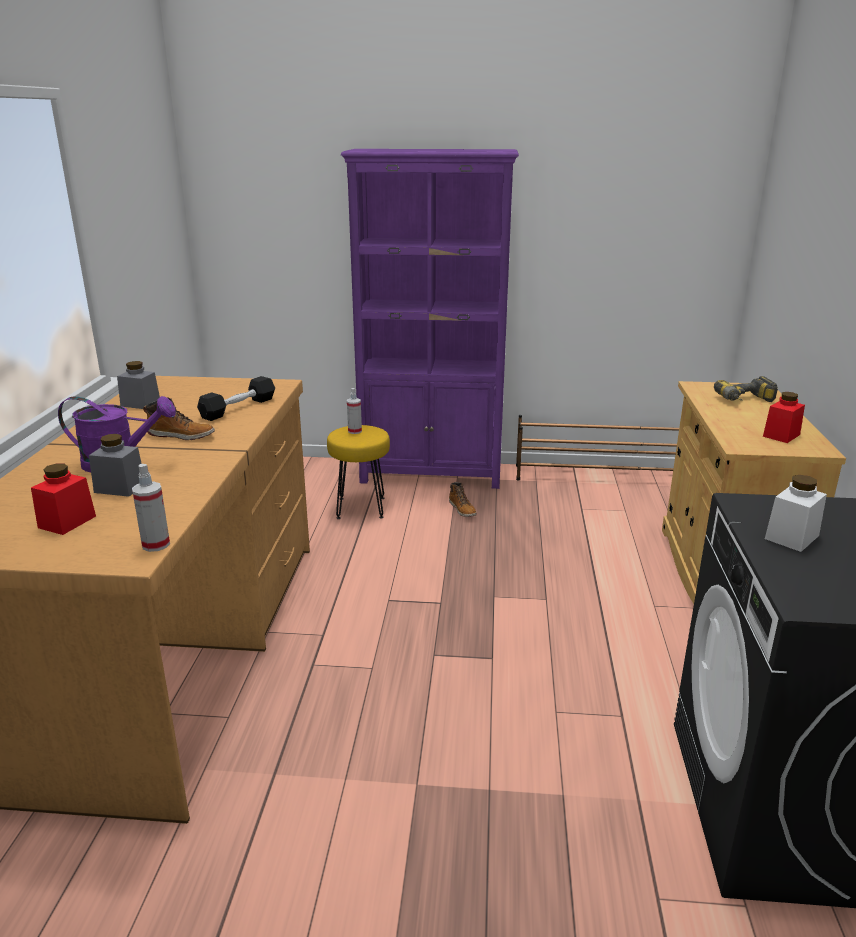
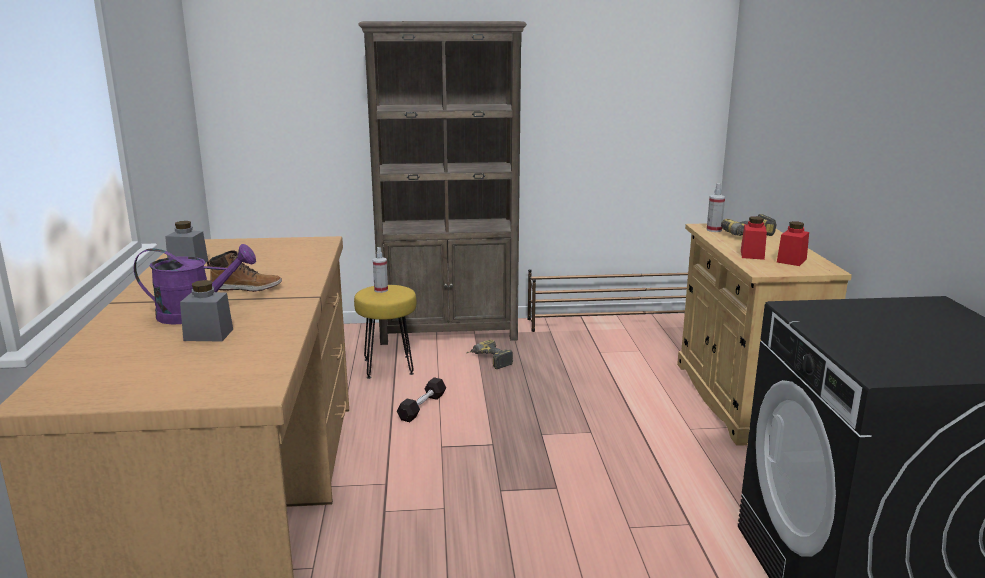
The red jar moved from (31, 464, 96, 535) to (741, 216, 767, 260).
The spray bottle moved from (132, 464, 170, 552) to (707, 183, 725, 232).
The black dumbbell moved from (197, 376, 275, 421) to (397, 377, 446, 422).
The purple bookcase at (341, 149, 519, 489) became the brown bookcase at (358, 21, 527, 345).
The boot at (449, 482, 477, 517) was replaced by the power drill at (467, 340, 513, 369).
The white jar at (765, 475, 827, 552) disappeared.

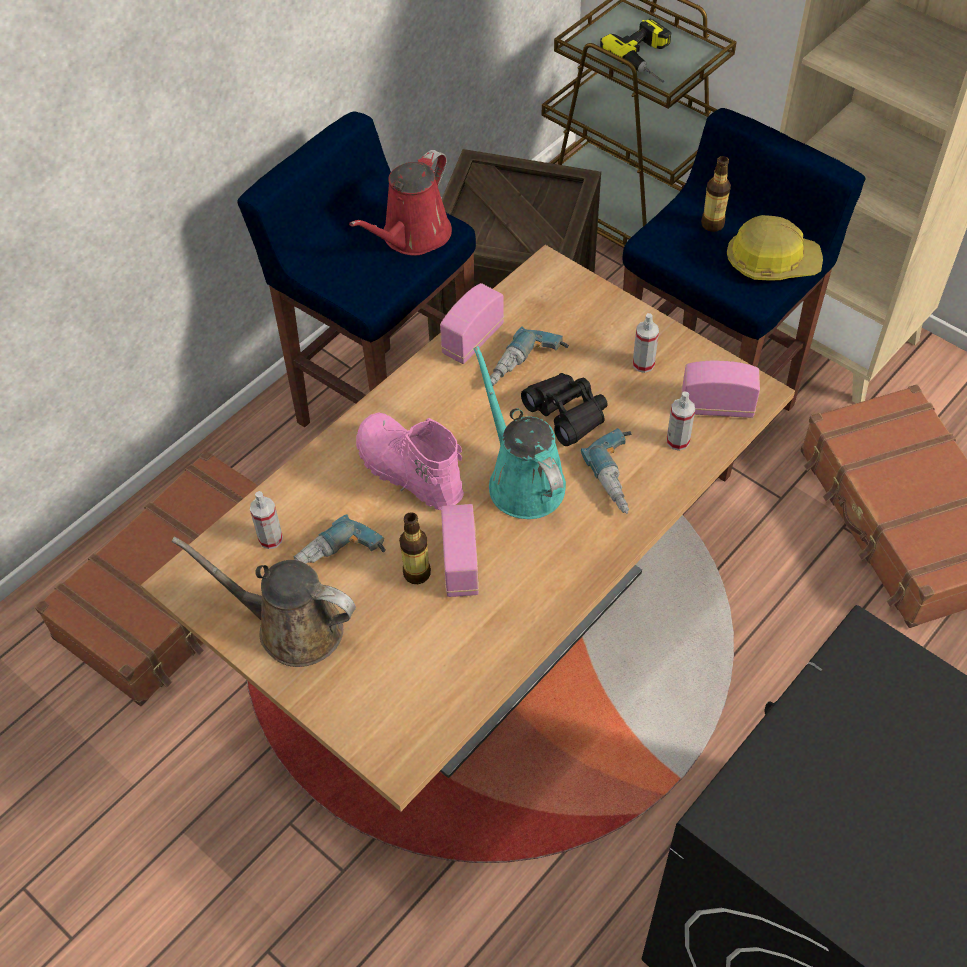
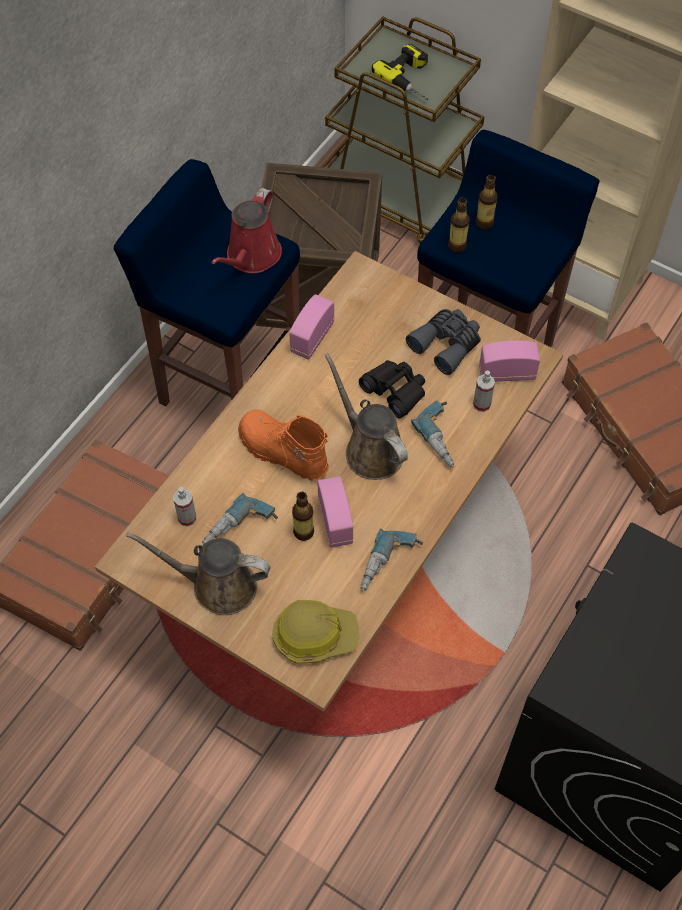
The pink boot at (356, 412, 464, 510) became the orange boot at (238, 409, 329, 481).
The turquoise watering can at (473, 346, 566, 519) became the brown watering can at (325, 353, 408, 480).
The power drill moved from (490, 327, 569, 386) to (361, 528, 423, 591).
The spray bottle at (633, 313, 659, 373) was replaced by the grey binoculars at (406, 309, 481, 375).
The hard hat moved from (727, 215, 823, 281) to (272, 600, 360, 664).
The bottle at (448, 198, 470, 253) appeared.

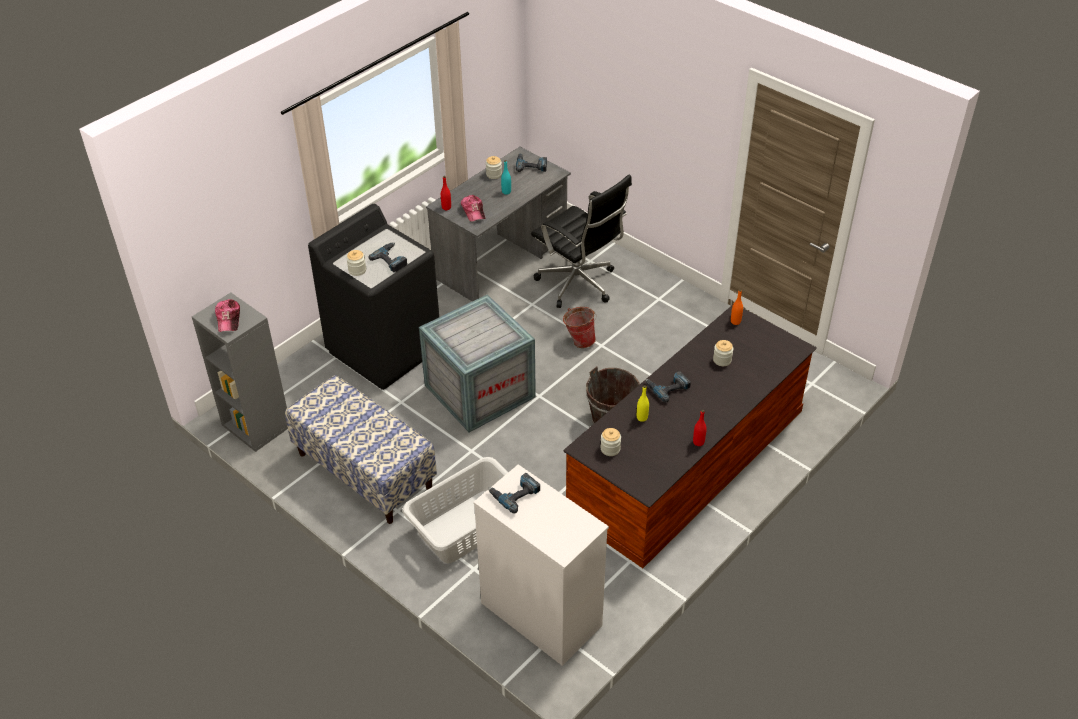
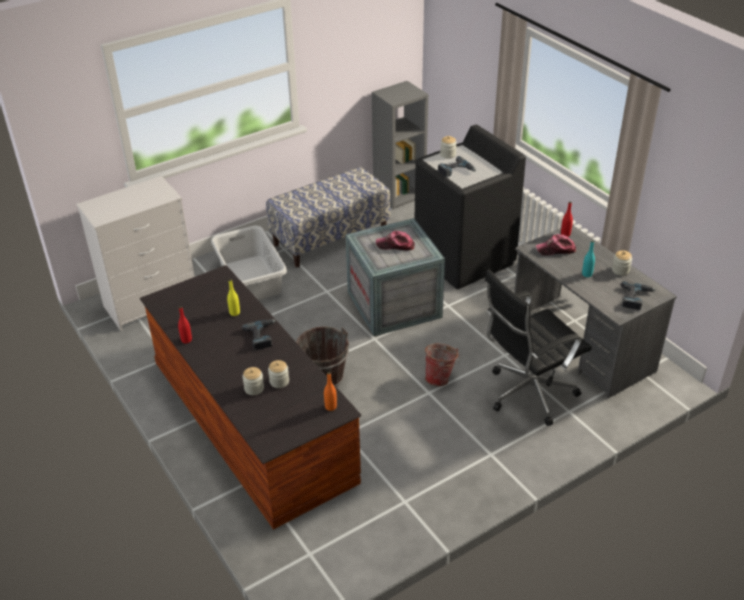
The cap moved from (215, 299, 240, 332) to (376, 231, 415, 251).
The power drill at (488, 473, 540, 513) disappeared.
The jar moved from (600, 428, 621, 456) to (242, 367, 264, 395).

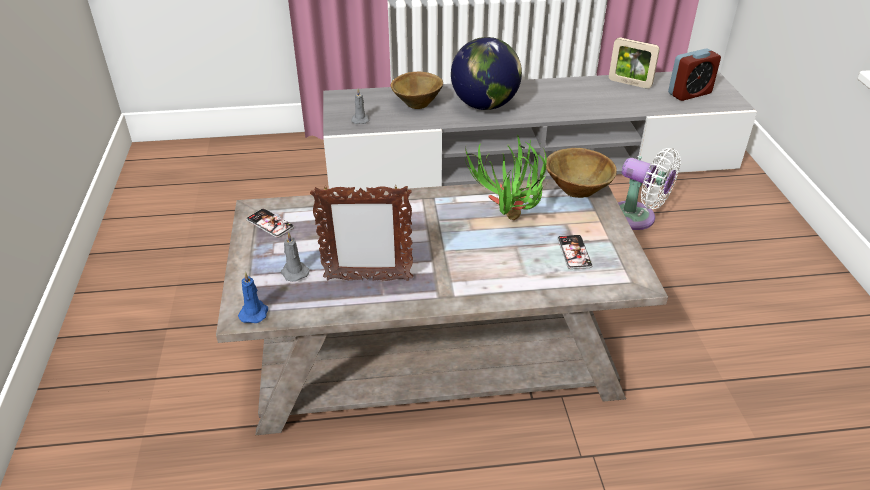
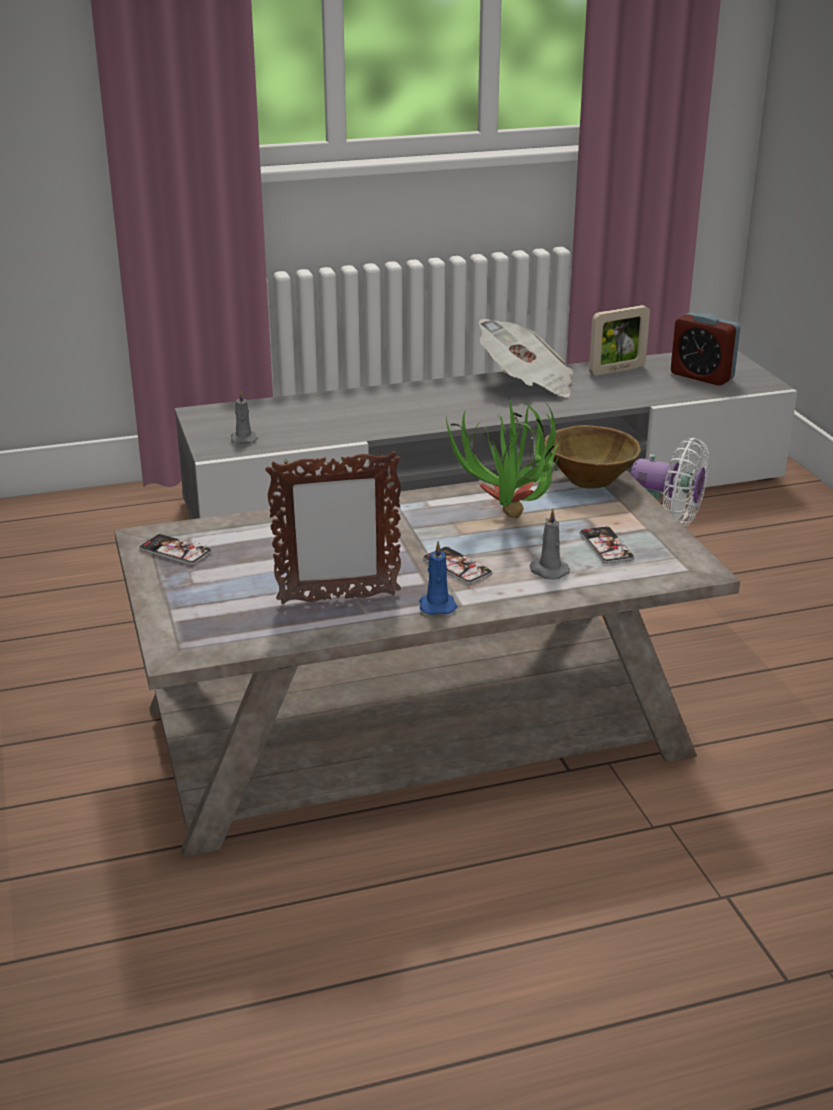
The blue candle moved from (238, 272, 268, 323) to (419, 541, 457, 615).
The grey candle moved from (281, 231, 310, 282) to (529, 508, 570, 580).
The brown bowl at (391, 72, 443, 109) disappeared.
The globe at (451, 37, 522, 110) disappeared.
The picture frame at (609, 37, 660, 89) turned 45 degrees counterclockwise.
The alarm clock at (668, 48, 721, 101) turned 75 degrees clockwise.
The phone at (423, 547, 492, 585) appeared.
The newspaper at (479, 319, 573, 397) appeared.

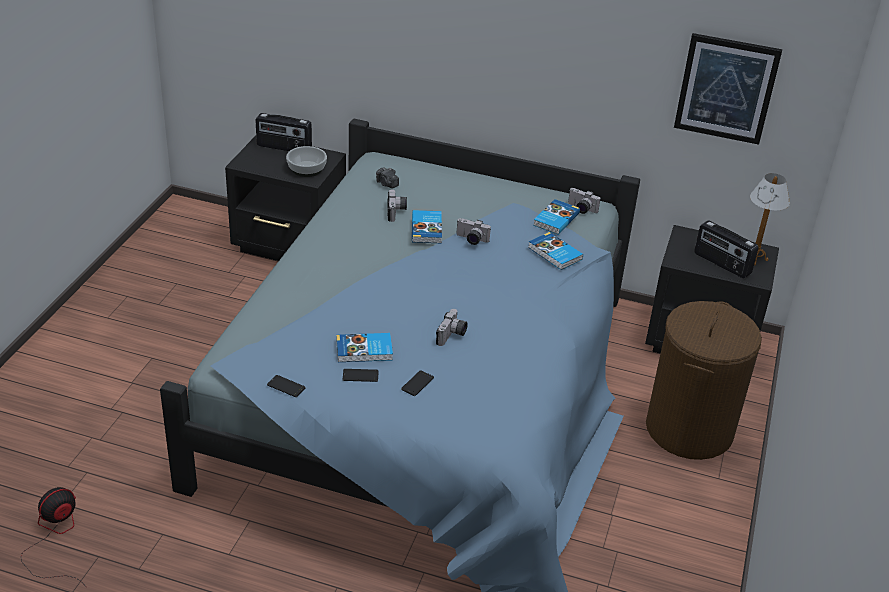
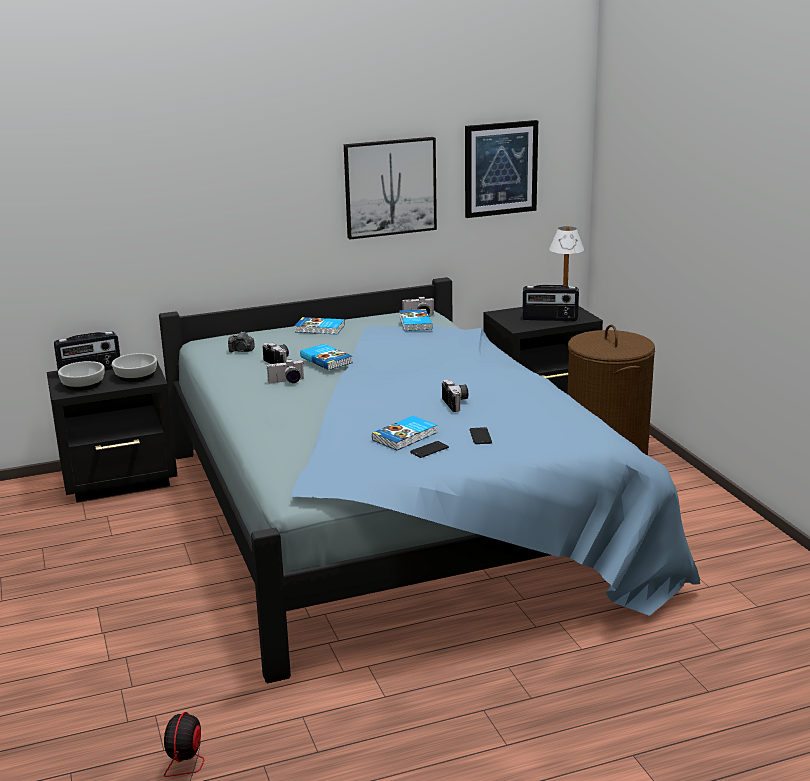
The phone at (267, 375, 305, 397) disappeared.
The photo camera moved from (456, 218, 491, 245) to (267, 359, 304, 384).
The book moved from (528, 232, 583, 270) to (295, 317, 345, 335).
The bowl at (58, 361, 105, 391) appeared.
The picture at (344, 137, 437, 239) appeared.

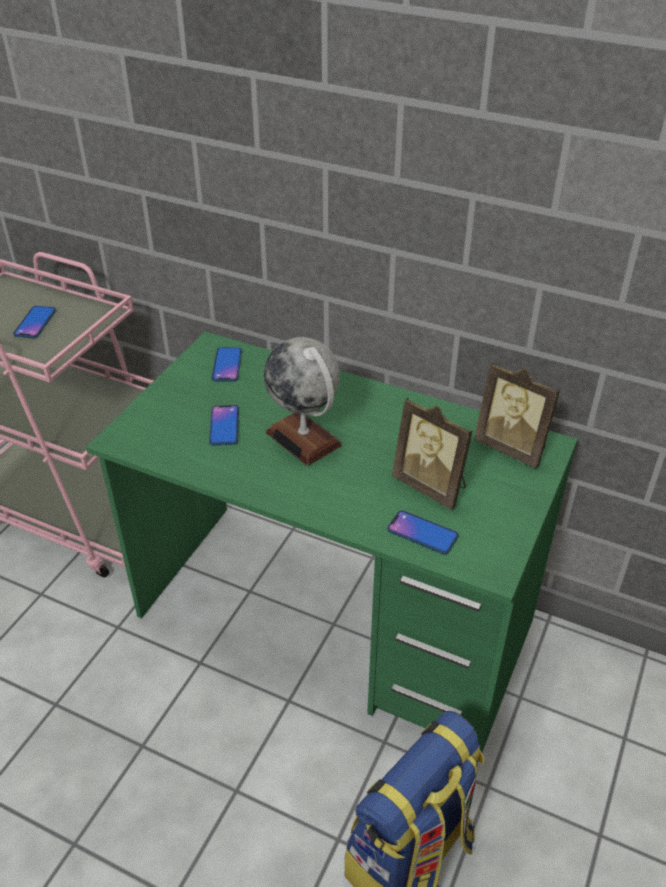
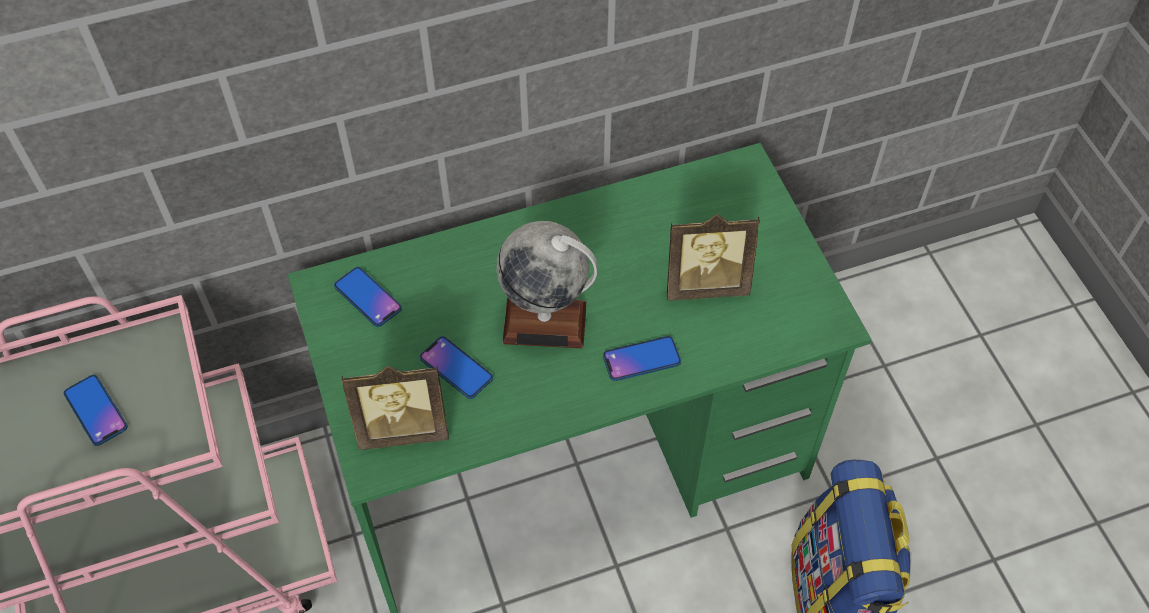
The phone moved from (387, 510, 459, 555) to (603, 336, 681, 381).
The picture frame moved from (474, 363, 560, 468) to (342, 366, 449, 450).

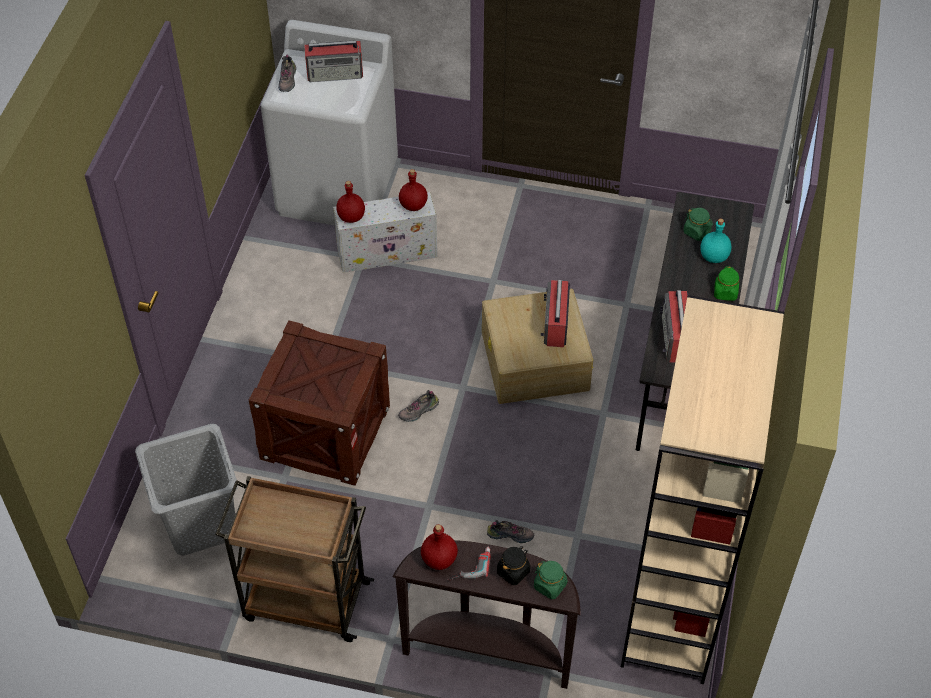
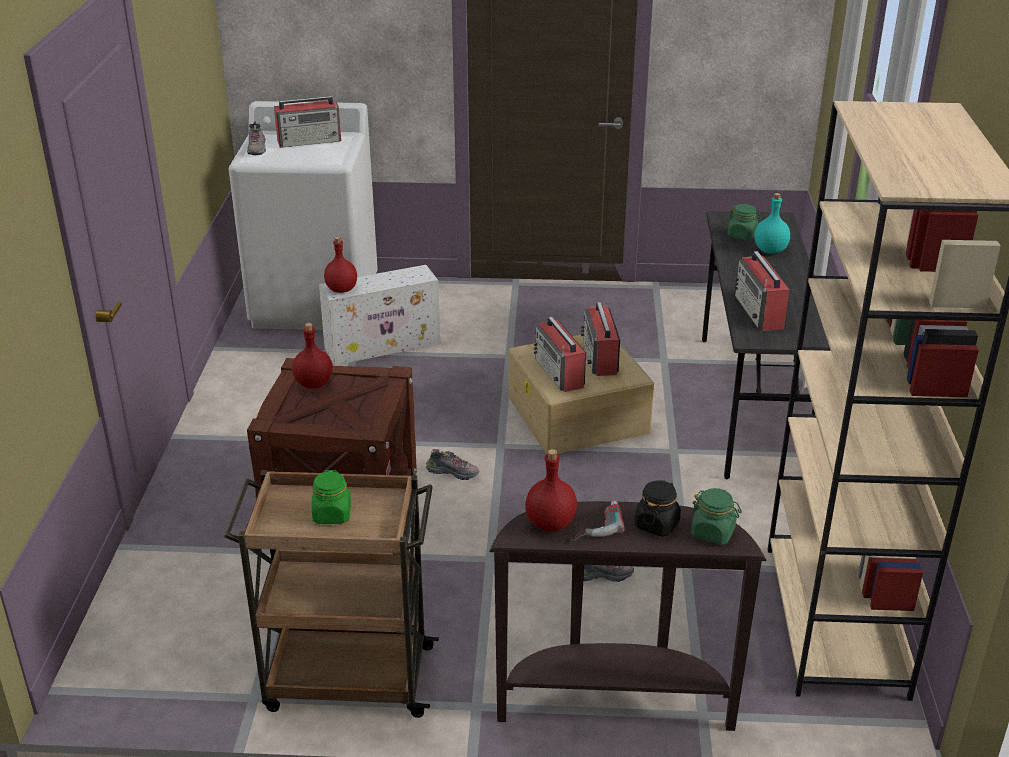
The grey laundry basket at (135, 424, 238, 556) disappeared.
The shoe at (398, 390, 439, 422) turned 120 degrees counterclockwise.
The red bottle moved from (399, 169, 428, 211) to (292, 323, 333, 389).
The green jar moved from (714, 266, 739, 301) to (312, 470, 351, 524).
The radio at (534, 317, 586, 392) appeared.

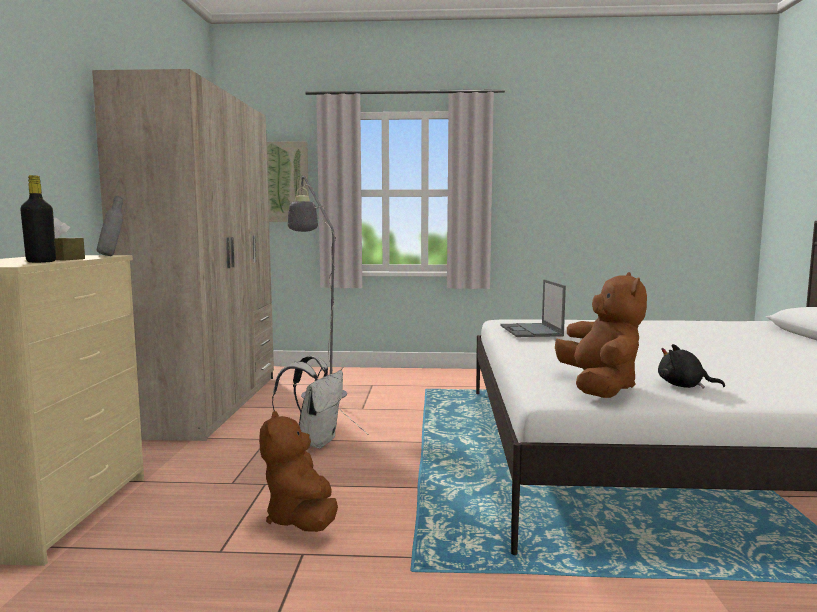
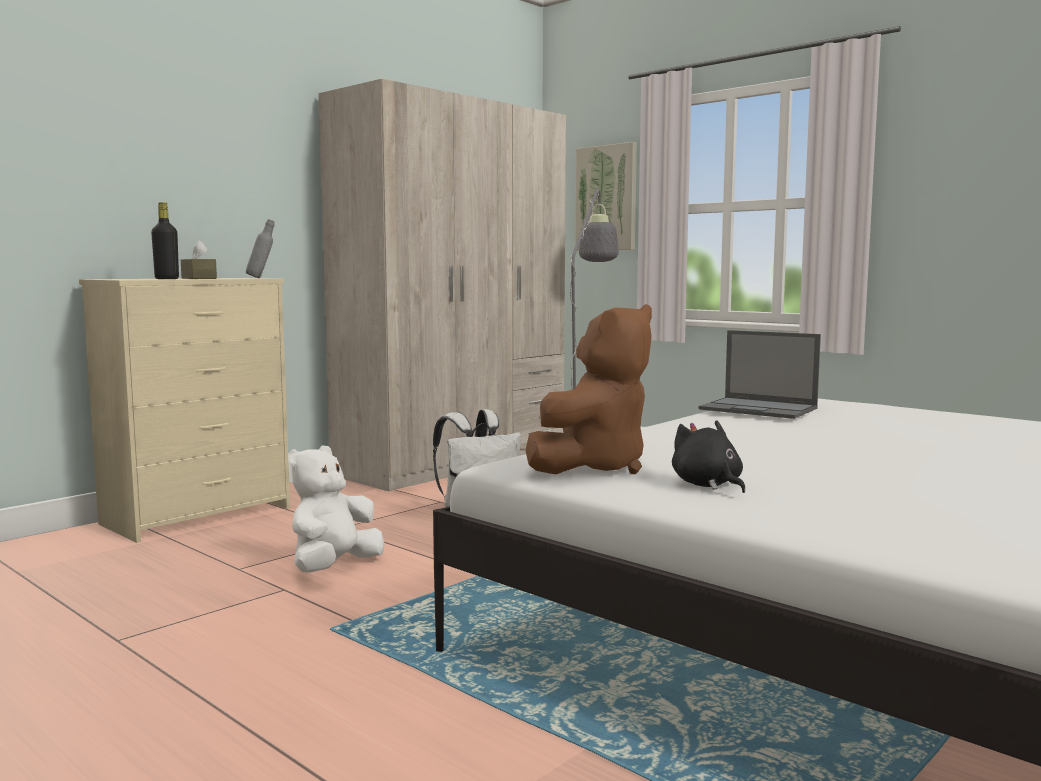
The brown plush toy at (259, 411, 338, 532) became the white plush toy at (288, 445, 385, 573).
The laptop at (500, 280, 566, 337) turned 90 degrees counterclockwise.

